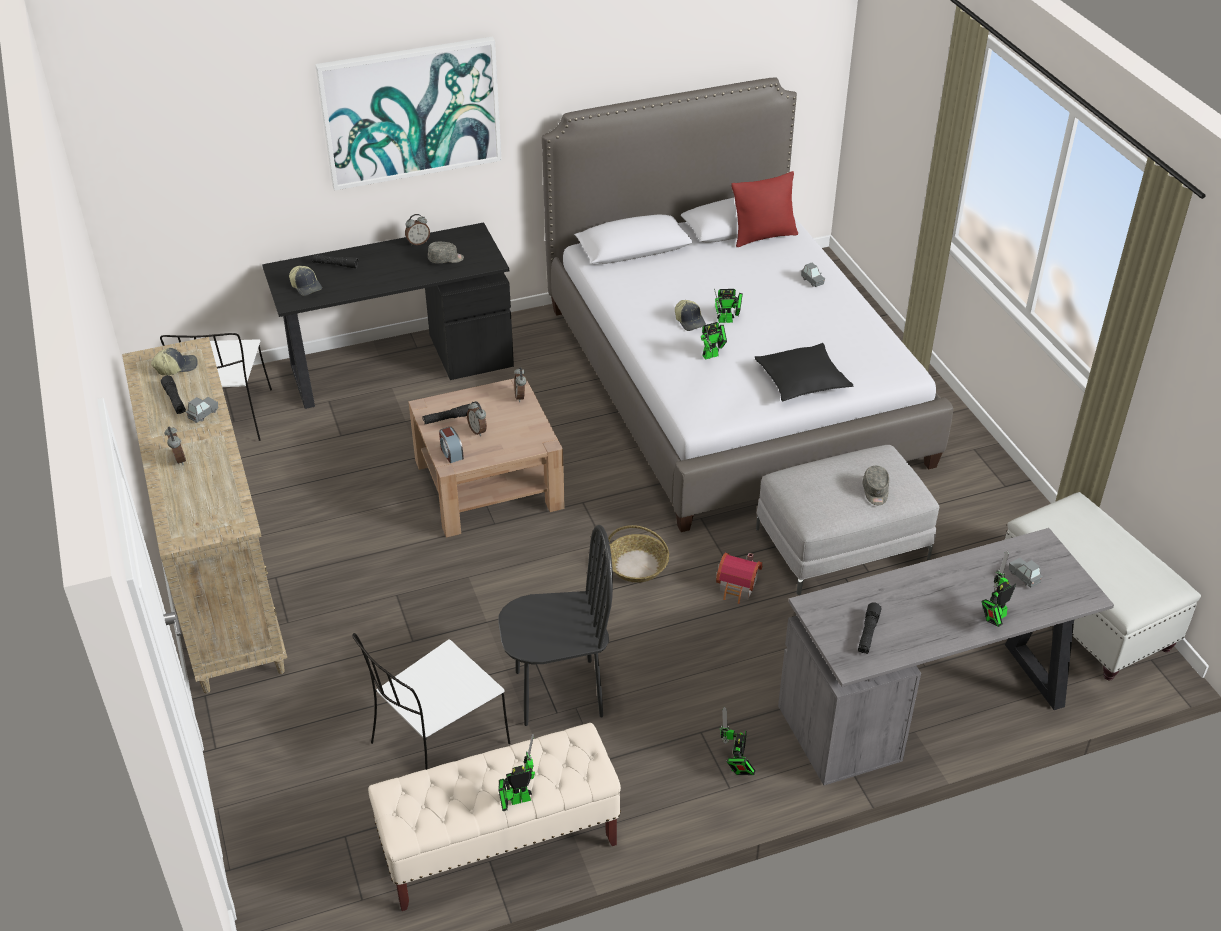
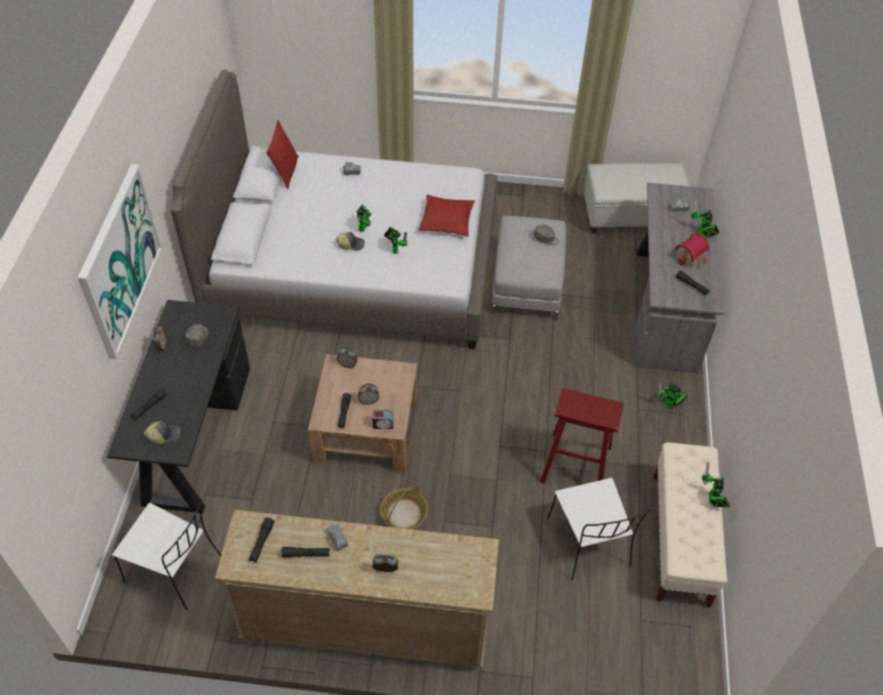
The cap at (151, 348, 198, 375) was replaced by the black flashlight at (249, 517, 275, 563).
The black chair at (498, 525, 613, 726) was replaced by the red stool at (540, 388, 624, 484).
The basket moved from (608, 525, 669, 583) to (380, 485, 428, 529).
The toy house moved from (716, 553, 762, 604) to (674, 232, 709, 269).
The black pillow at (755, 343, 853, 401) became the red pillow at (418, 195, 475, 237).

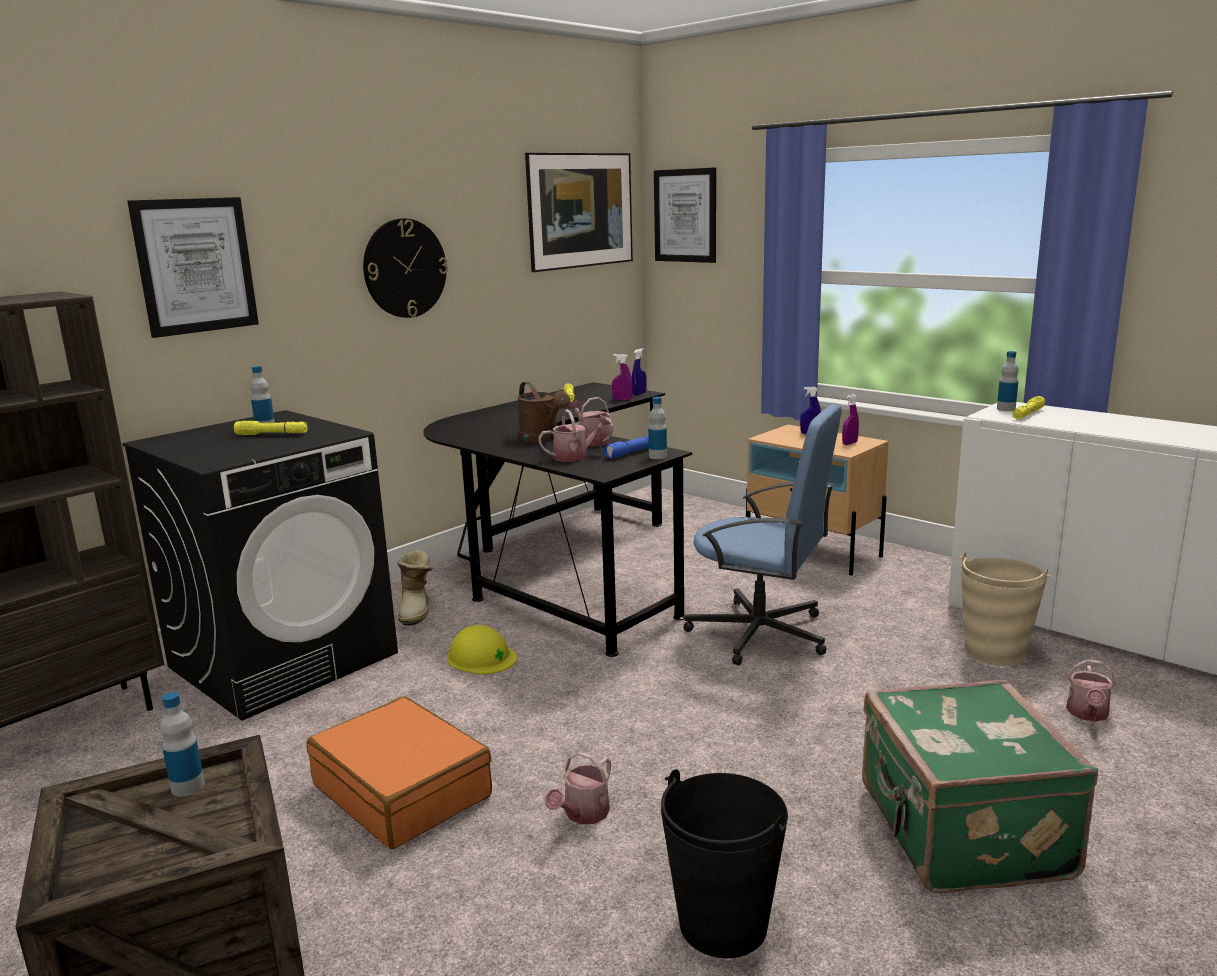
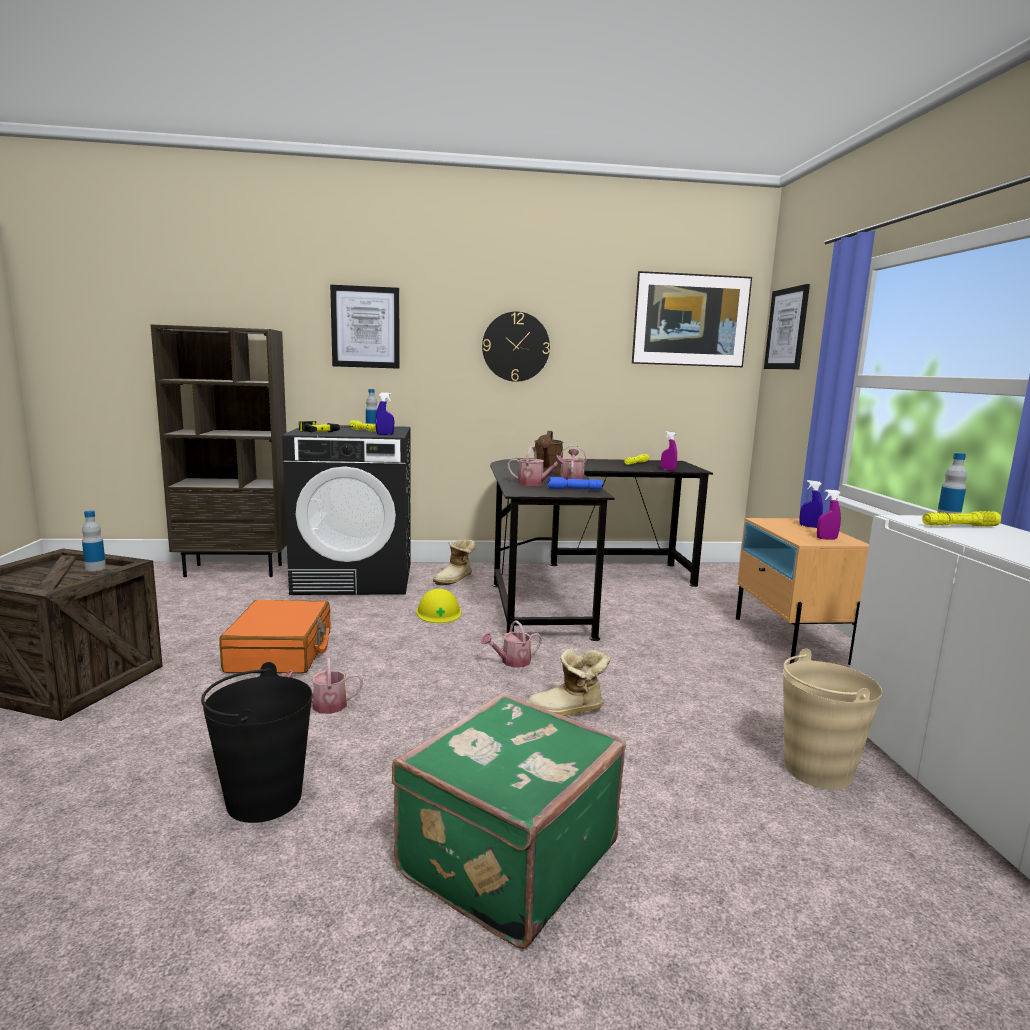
The blue spray bottle moved from (632, 348, 647, 395) to (376, 393, 394, 435).
The bottle at (648, 397, 667, 459) disappeared.
The blue office chair at (683, 404, 842, 666) disappeared.
The watering can moved from (1066, 659, 1116, 722) to (481, 620, 542, 668).
The power drill at (299, 421, 353, 432) appeared.
The boot at (525, 649, 611, 716) appeared.

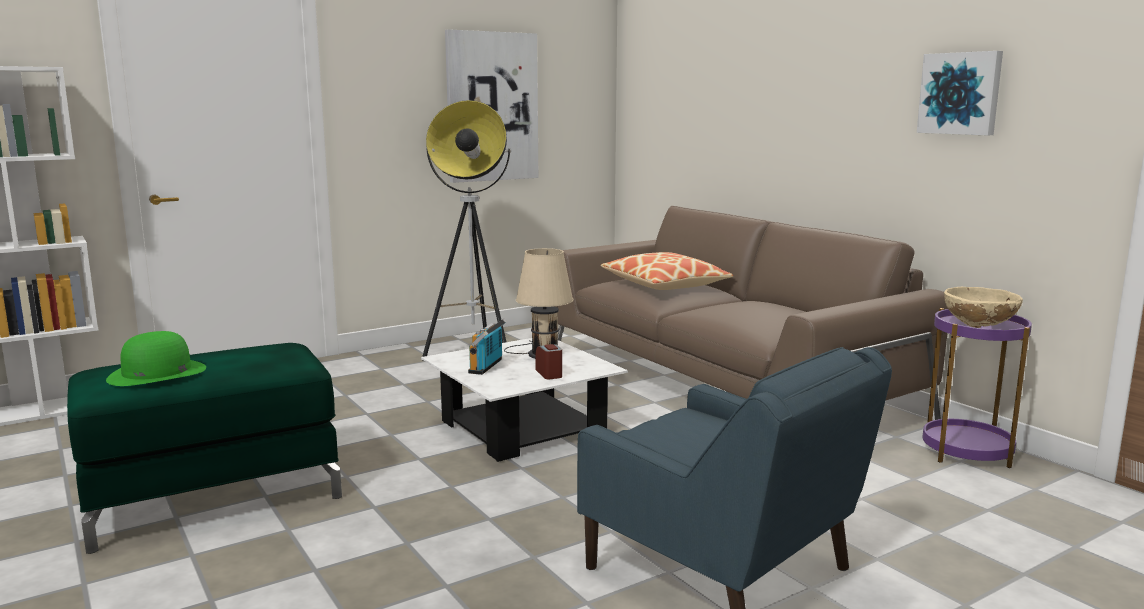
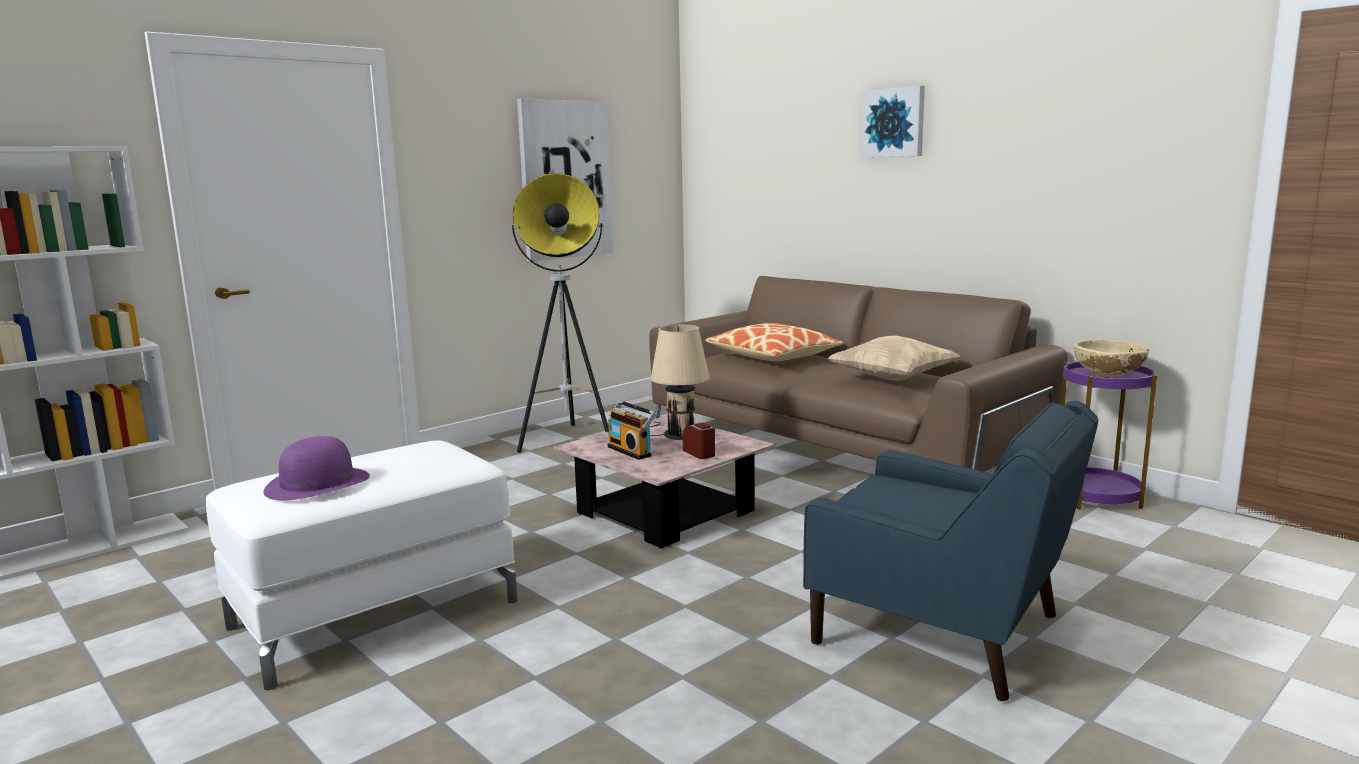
The green ottoman at (67, 343, 342, 554) became the white ottoman at (206, 440, 517, 690).
The green hat at (106, 331, 206, 386) became the purple hat at (263, 436, 370, 501).
The white coffee table at (421, 338, 628, 462) became the pink coffee table at (553, 415, 775, 549).
The radio at (468, 319, 507, 375) turned 45 degrees counterclockwise.
The picture moved from (917, 51, 1003, 135) to (862, 86, 925, 157).
The beige pillow at (828, 336, 960, 381) appeared.

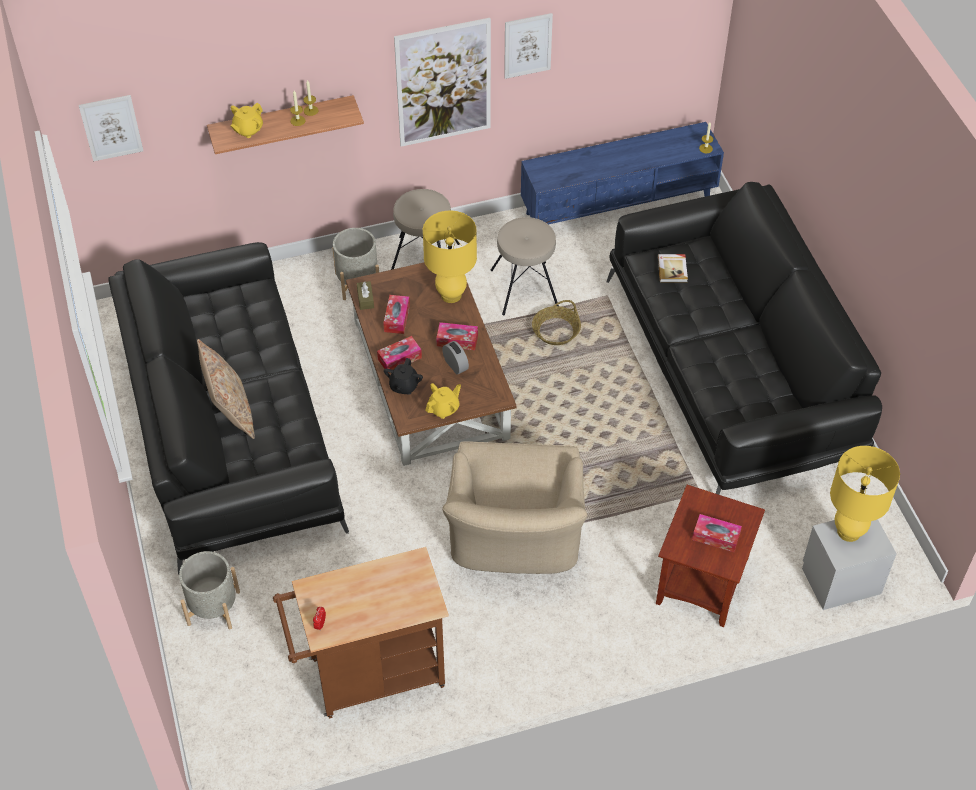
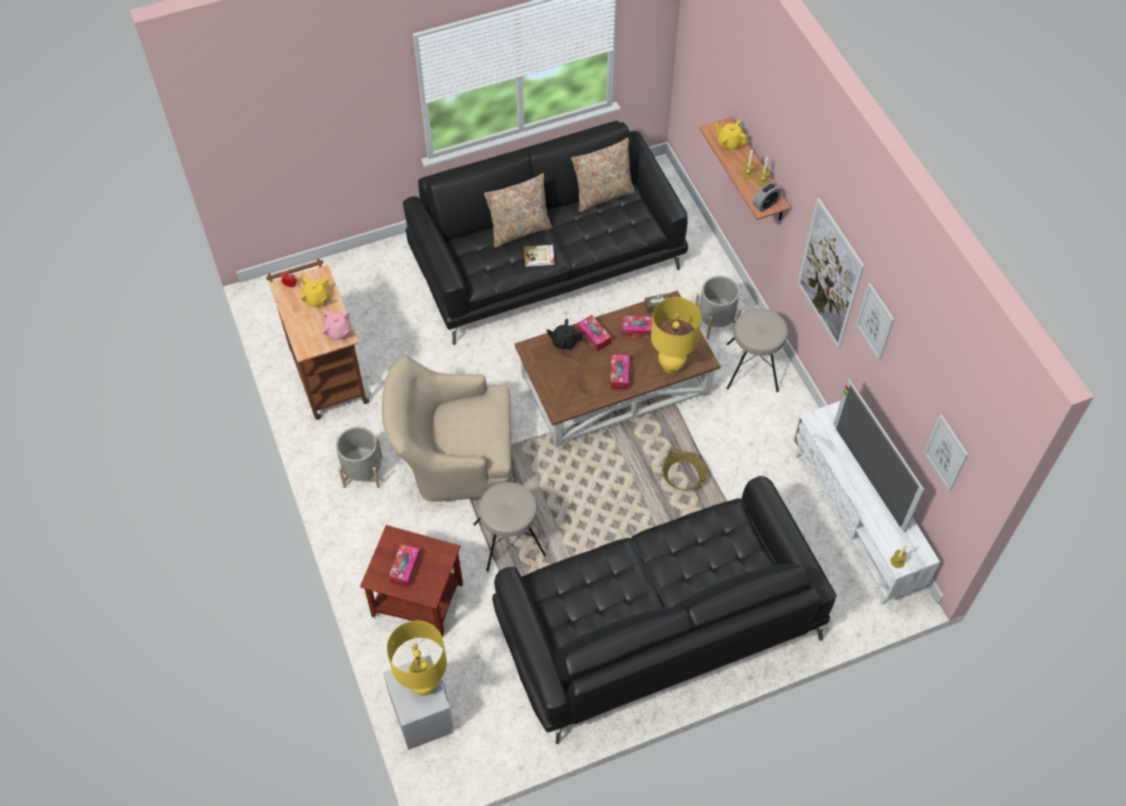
The picture moved from (79, 95, 143, 161) to (924, 414, 968, 492).
The grey planter moved from (179, 551, 240, 629) to (336, 427, 383, 488).
The yellow teapot moved from (426, 383, 461, 419) to (300, 277, 329, 308).
The alarm clock moved from (442, 341, 469, 374) to (753, 183, 781, 212).
The beige stool moved from (490, 217, 559, 315) to (473, 482, 546, 571).
The blue tv stand at (521, 122, 724, 225) became the white tv stand at (793, 401, 940, 605).
The book moved from (658, 254, 688, 282) to (524, 245, 555, 267).
The pink teapot at (322, 310, 351, 341) appeared.
The beige pillow at (571, 138, 635, 212) appeared.
The television at (834, 378, 925, 532) appeared.

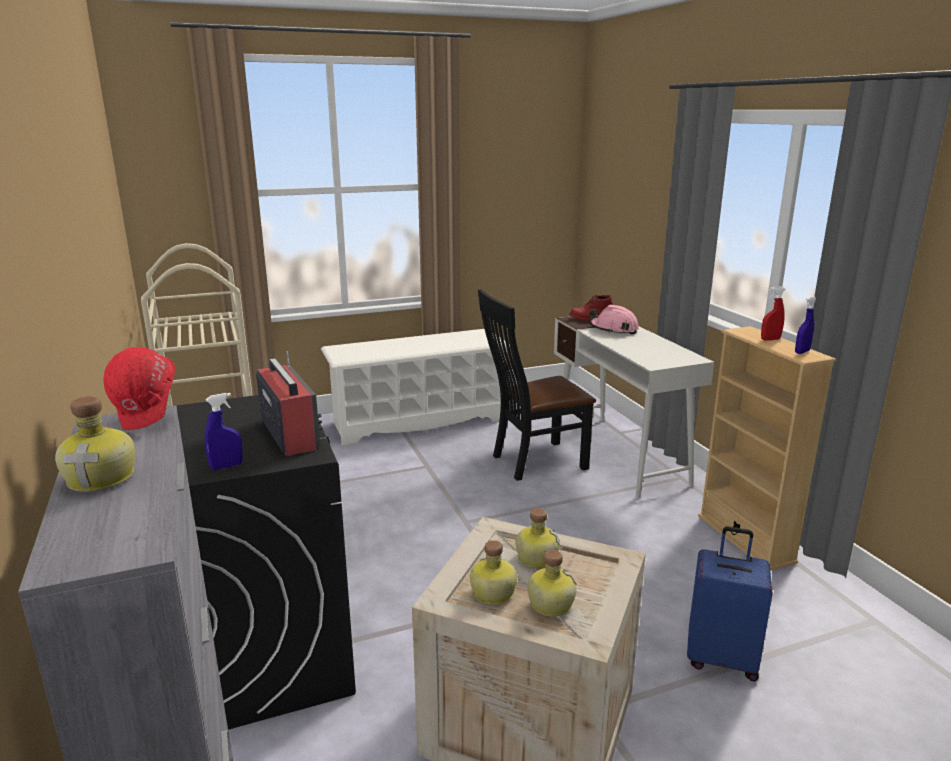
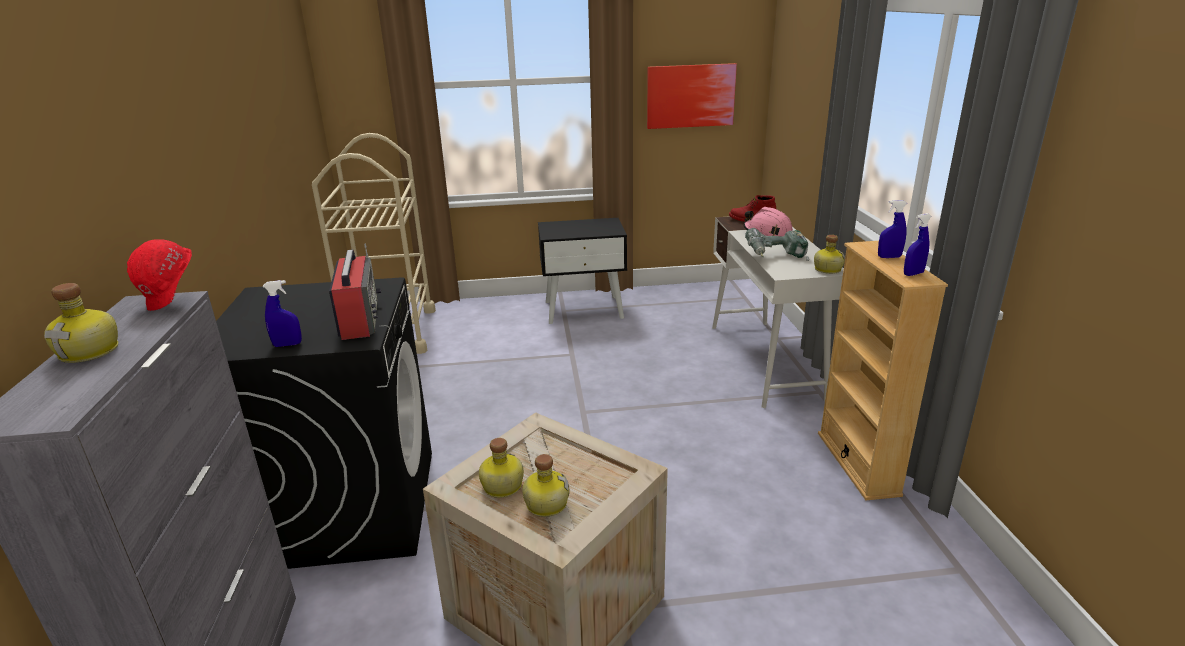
The white shoe rack at (321, 329, 510, 446) was replaced by the black nightstand at (538, 218, 627, 324).
The black chair at (478, 289, 596, 481) disappeared.
The bottle moved from (516, 508, 560, 568) to (814, 235, 845, 274).
The blue suitcase at (687, 526, 773, 681) disappeared.
The red spray bottle at (761, 287, 785, 341) became the blue spray bottle at (878, 200, 907, 258).
The picture at (647, 63, 737, 129) appeared.
The power drill at (745, 228, 809, 261) appeared.

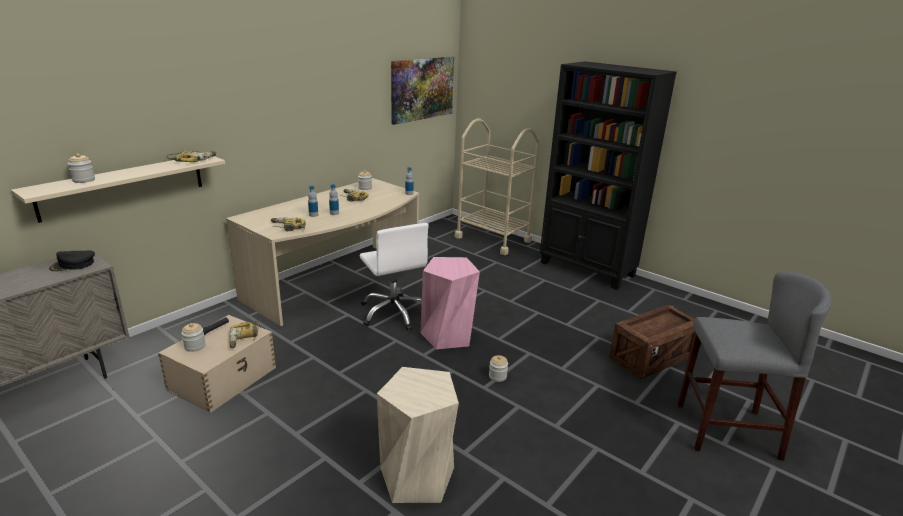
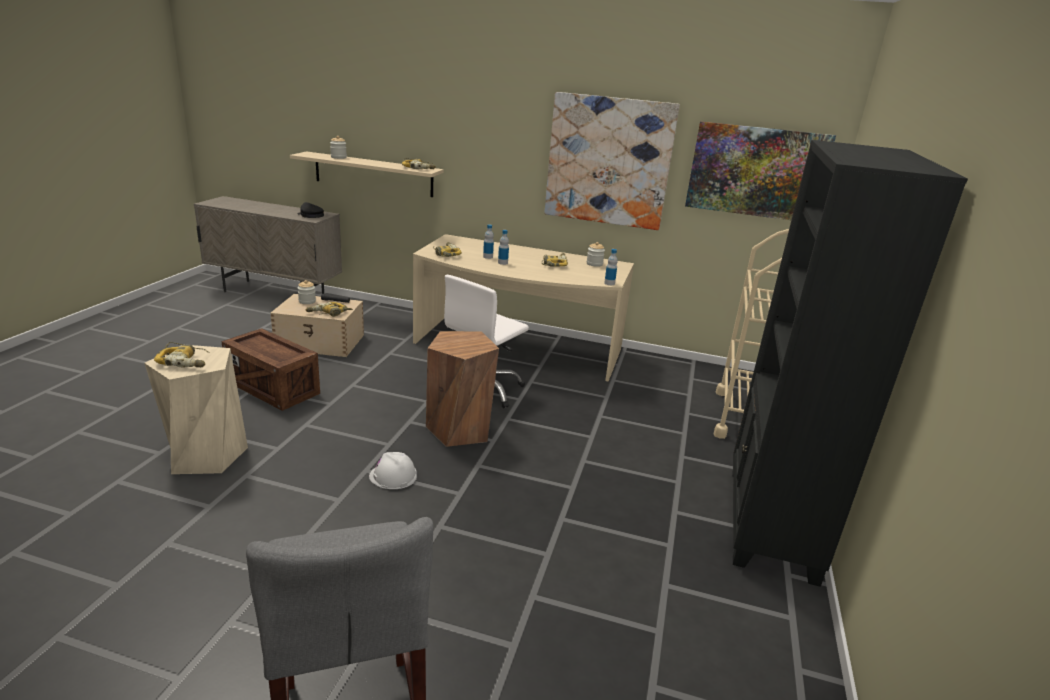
The pink stool at (420, 257, 480, 349) became the brown stool at (426, 331, 499, 447).
The jar at (489, 355, 508, 382) was replaced by the white hard hat at (369, 452, 417, 489).
The crate moved from (609, 305, 695, 380) to (221, 328, 320, 411).
The power drill at (154, 342, 209, 368) appeared.
The picture at (545, 92, 680, 230) appeared.

